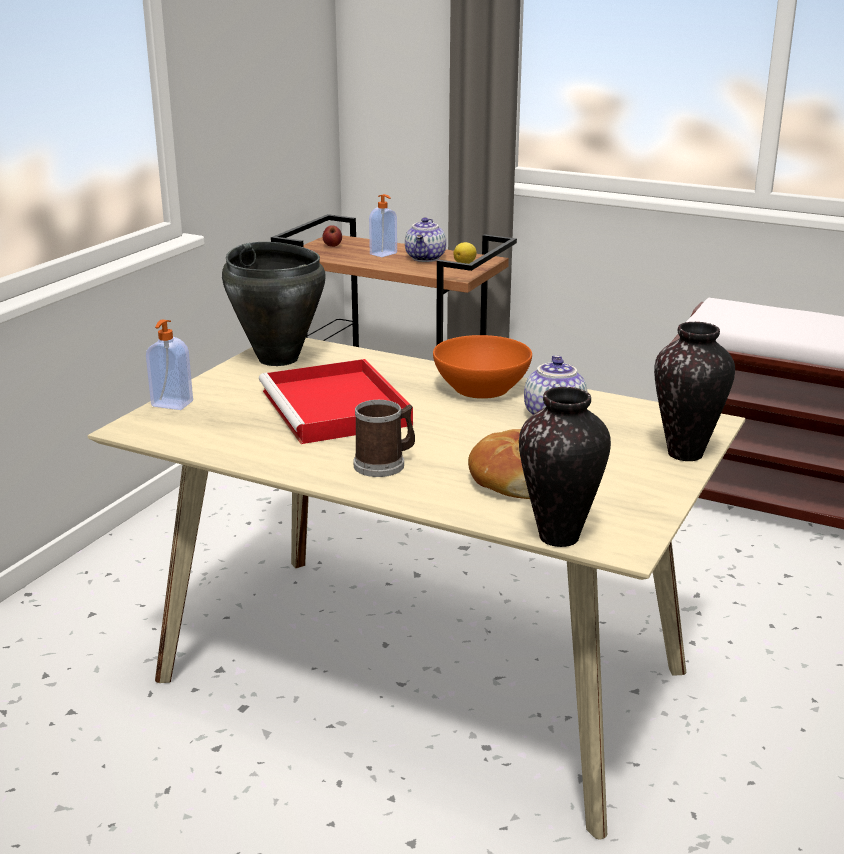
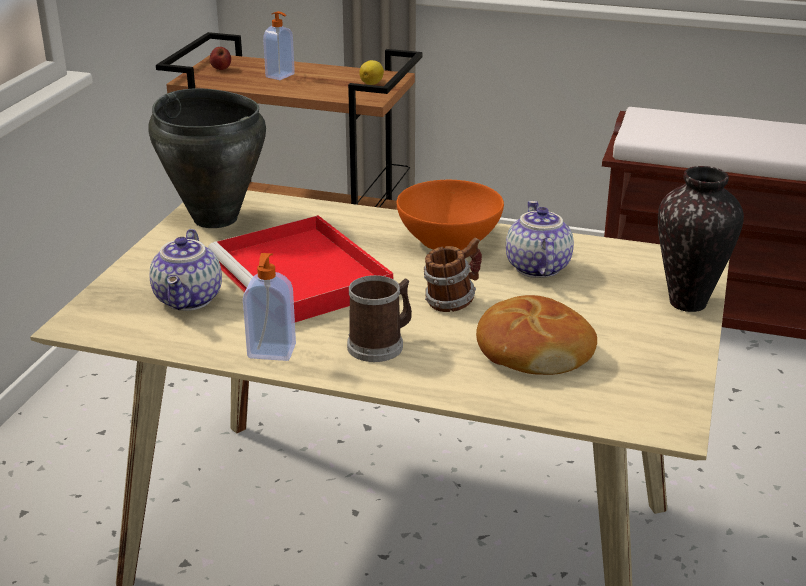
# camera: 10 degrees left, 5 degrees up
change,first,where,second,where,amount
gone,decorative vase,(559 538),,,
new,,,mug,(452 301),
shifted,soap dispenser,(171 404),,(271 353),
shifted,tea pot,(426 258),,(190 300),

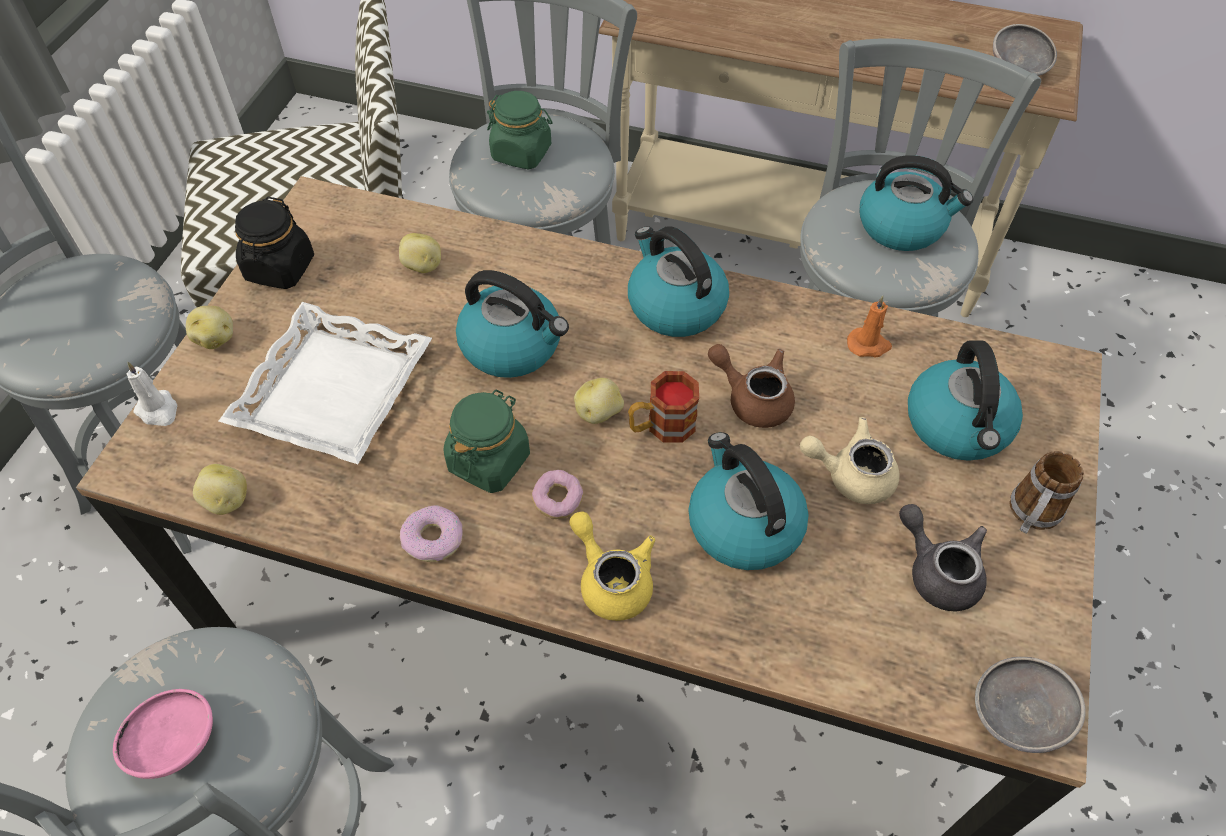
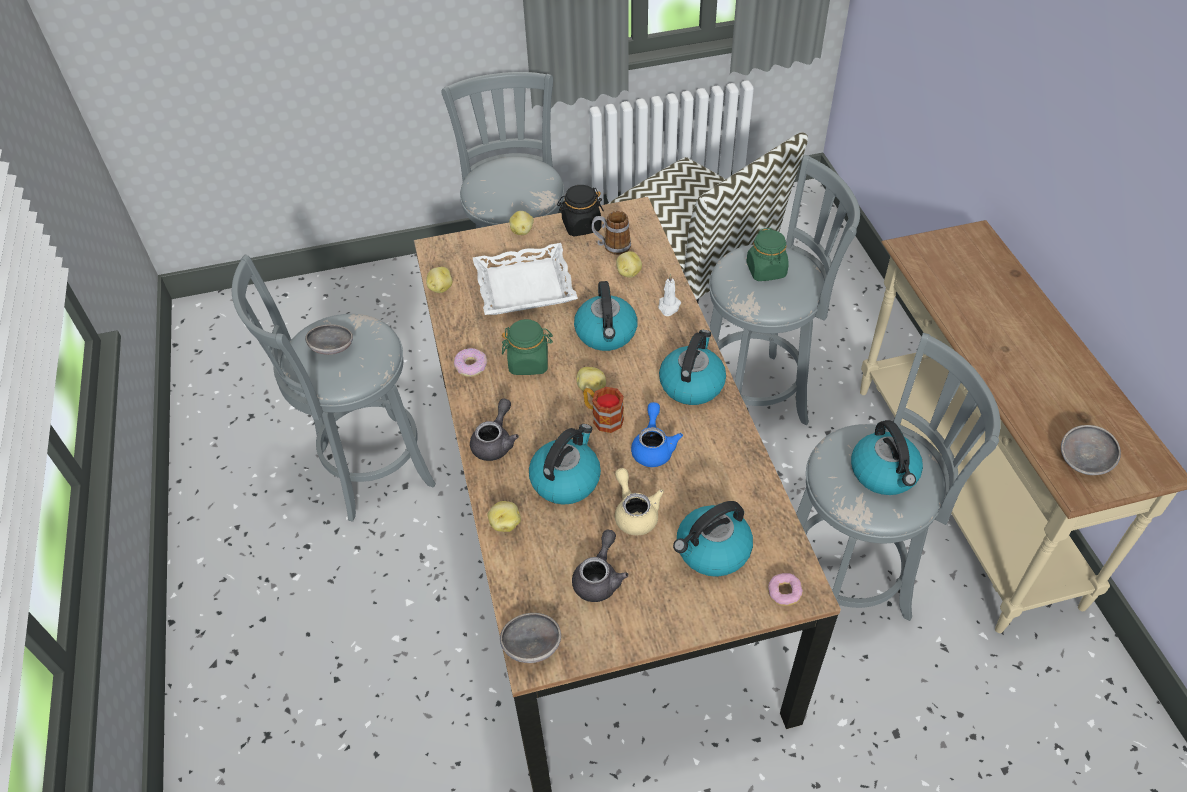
# camera: 60 degrees right, 5 degrees down
change,first,where,second,where,amount
gone,orange-coloured candle,(869 345),,,
new,,,spud,(505 523),
shifted,whitish candle,(158 410),,(669 307),
shifted,ring doughnut,(558 500),,(784 593),
shifted,mug,(1030 516),,(611 246),
repainted,pink deep dish,(175 741),gray deep dish,(333 349),
repainted,yellow tea pot,(611 579),gray tea pot,(495 442),
repainted,brown tea pot,(752 398),blue-coloured tea pot,(653 447),

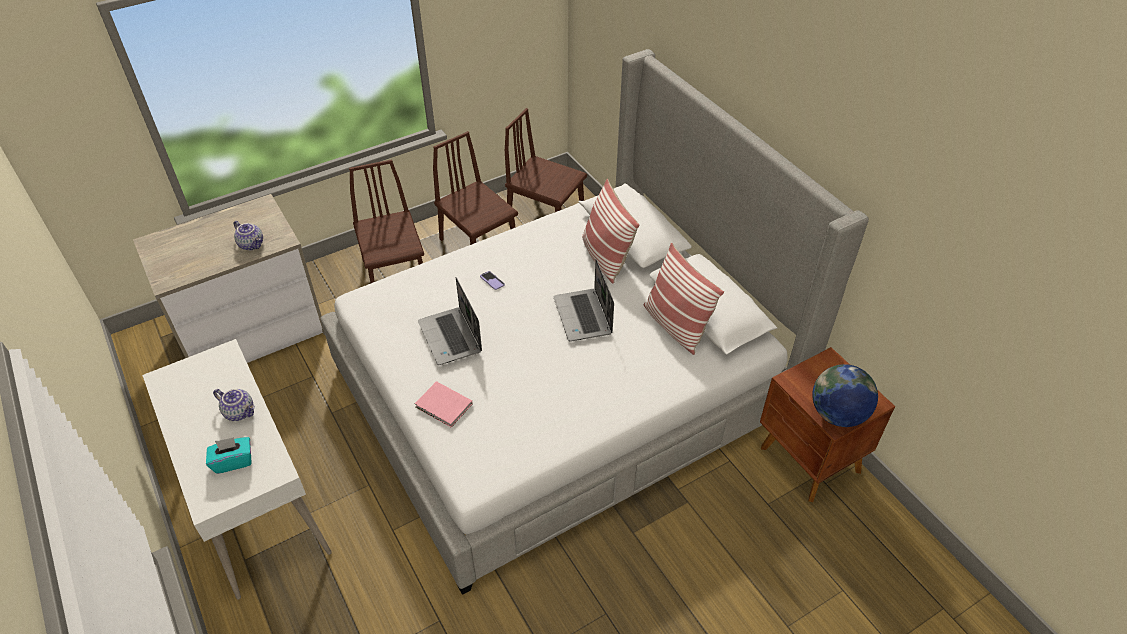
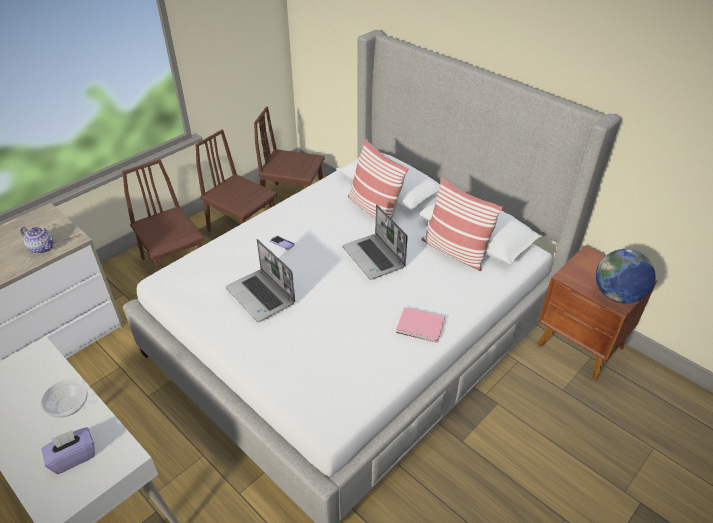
# camera: 15 degrees left, 5 degrees down
change,first,where,second,where,amount
shifted,pink book,(444 406),,(421 327),
swapped,tea pot,(240 412),deep dish,(68 405),
repainted,turquoise-coloured tissue holder,(233 461),purple-coloured tissue holder,(73 457),

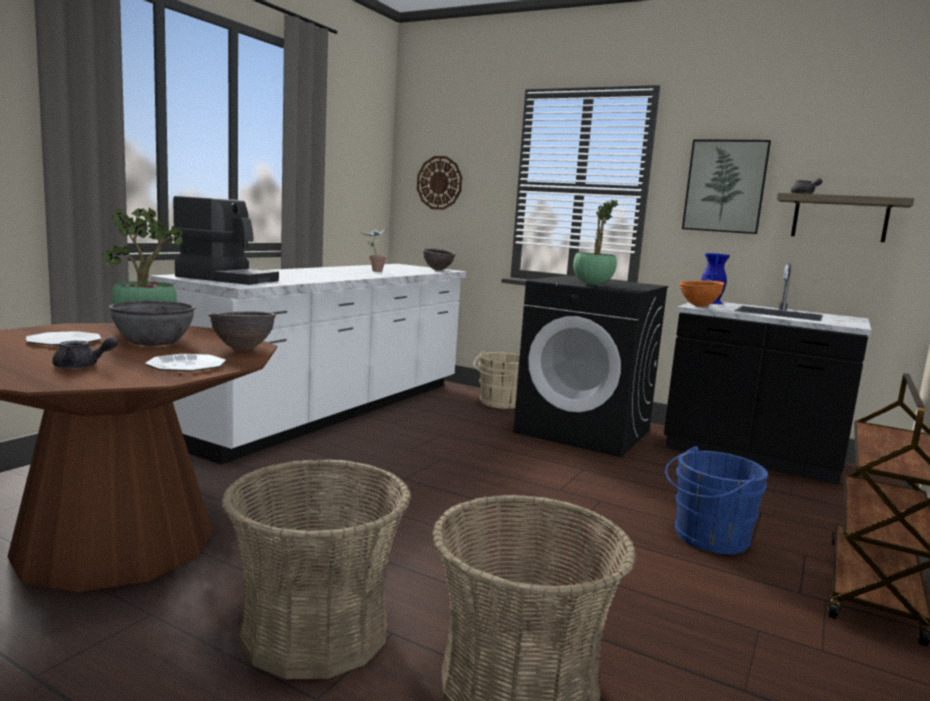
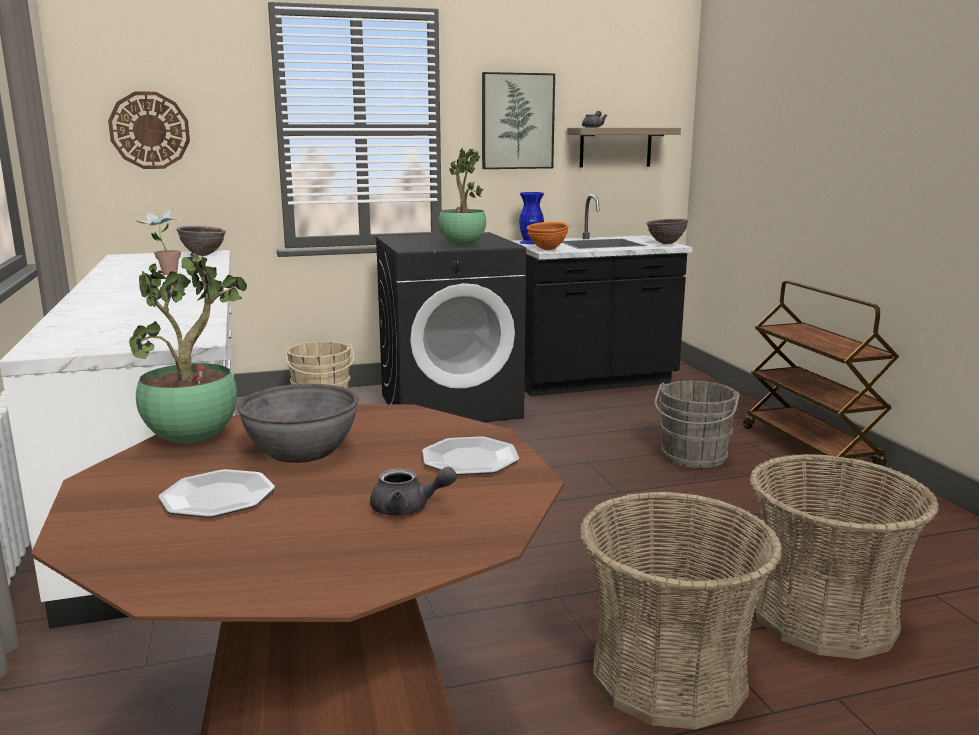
# camera: 45 degrees left, 5 degrees up
change,first,where,second,where,amount
gone,coffee machine,(227 278),,,
shifted,brown deep dish,(242 349),,(666 243),
repainted,blue-coloured bucket,(707 538),gray bucket,(693 457),
rotated,gray tea pot,(82 366),,(408 508),60 degrees clockwise

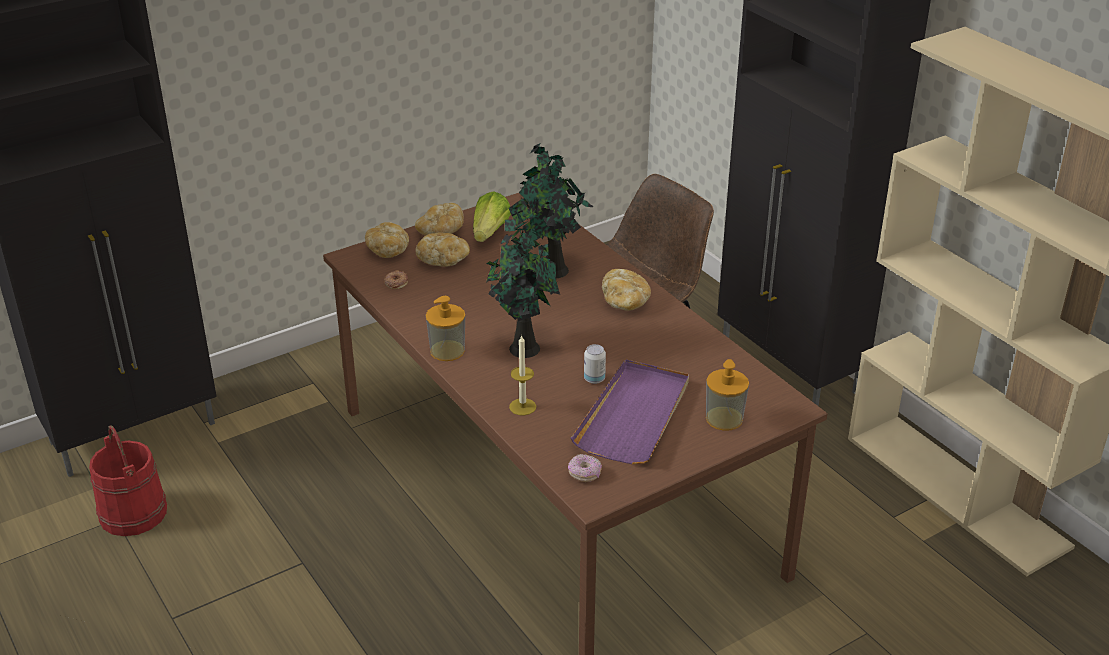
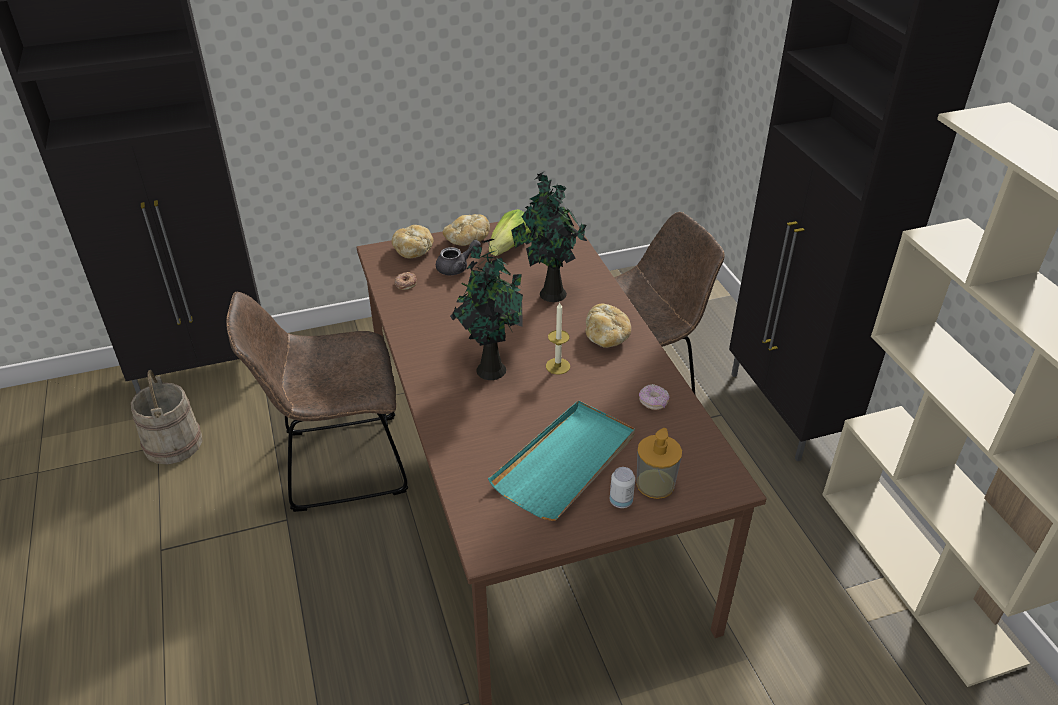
# camera: 15 degrees right, 5 degrees up
change,first,where,second,where,amount
gone,soap dispenser,(447 351),,,
new,,,brown plain chair,(337 464),
shifted,candle,(522 407),,(557 366),
shifted,ring doughnut,(584 474),,(653 402),
shifted,metal can,(594 379),,(621 501),
swapped,baked bread,(443 260),gray tea pot,(457 267),
repainted,red-coloured bucket,(133 513),sand-coloured bucket,(173 443),
repainted,purple-coloured serving tray,(634 415),turquoise-coloured serving tray,(566 463),

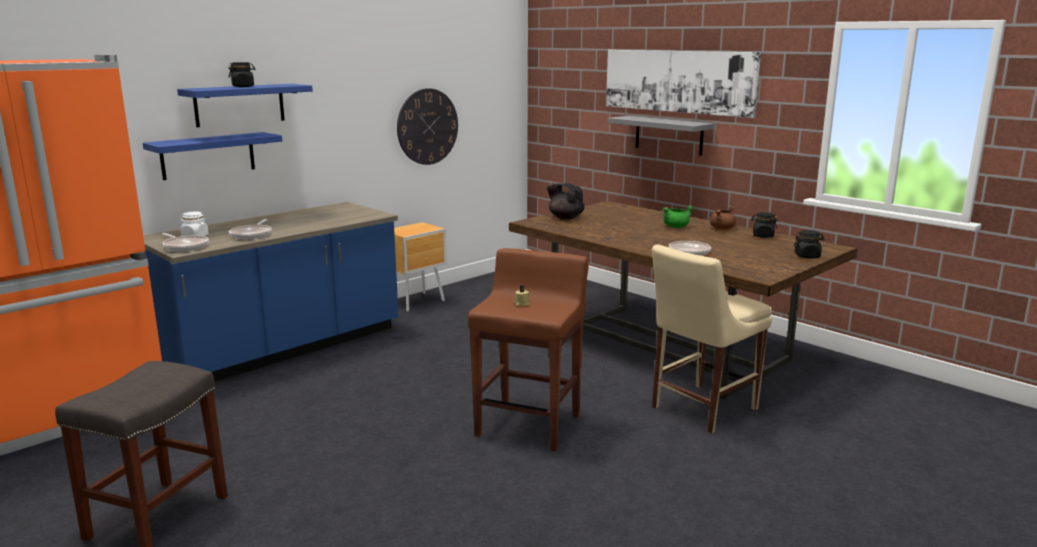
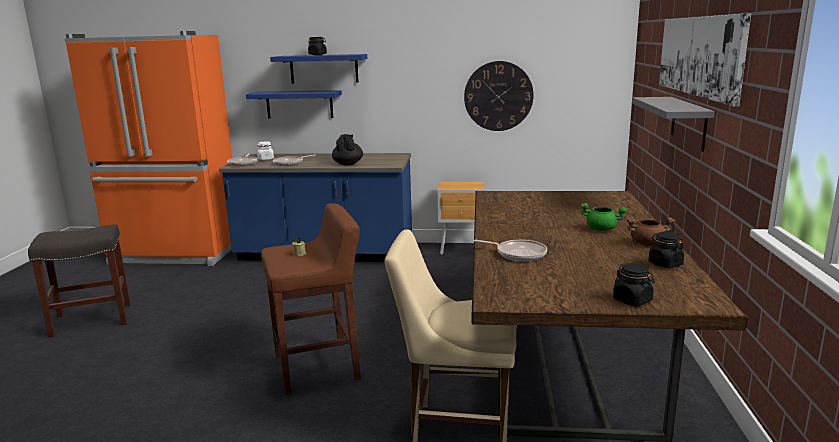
# camera: 50 degrees right, 0 degrees up
change,first,where,second,where,amount
shifted,blackish tea pot,(565 218),,(348 164),

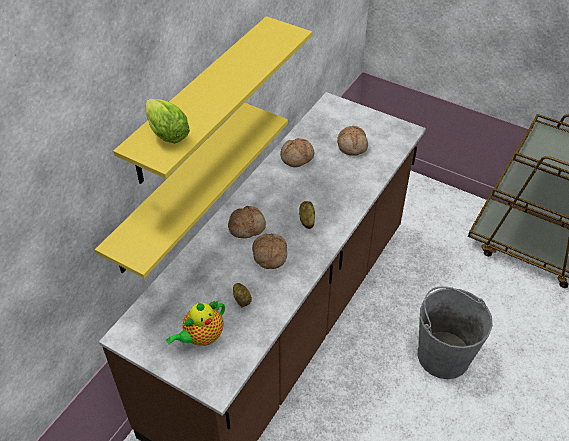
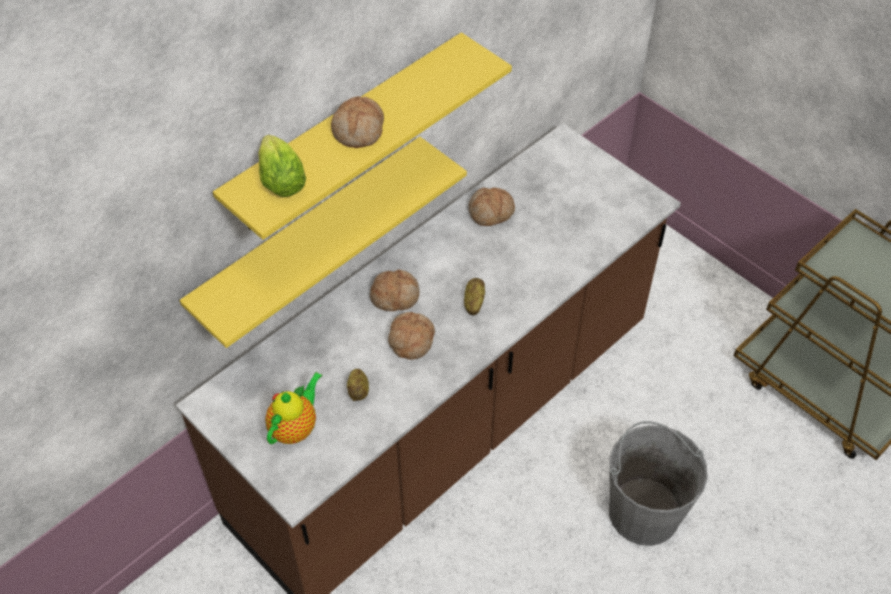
# camera: 15 degrees right, 5 degrees up
change,first,where,second,where,amount
shifted,baked bread,(352 145),,(359 130),
rotated,tea pot,(201 337),,(295 427),150 degrees clockwise

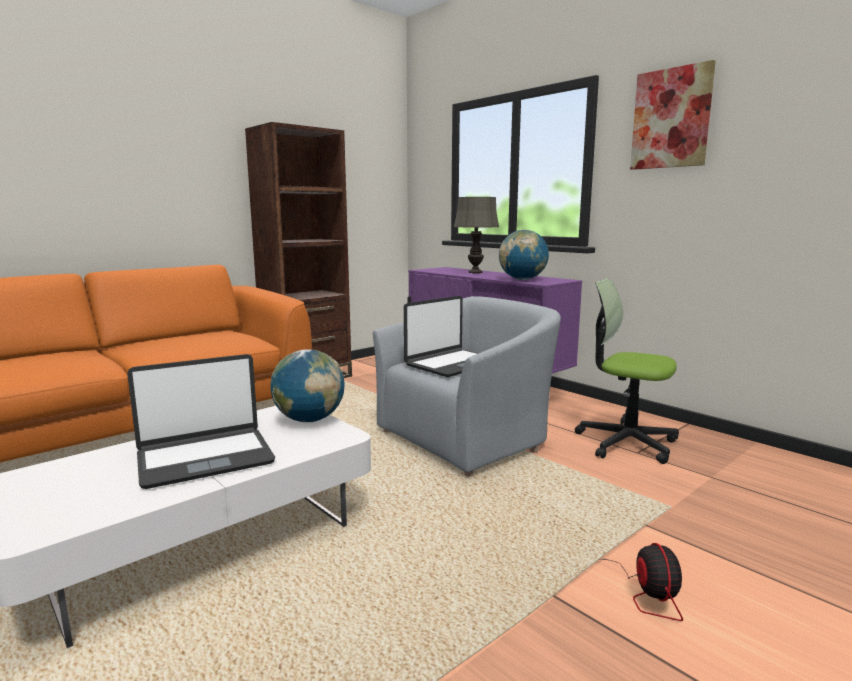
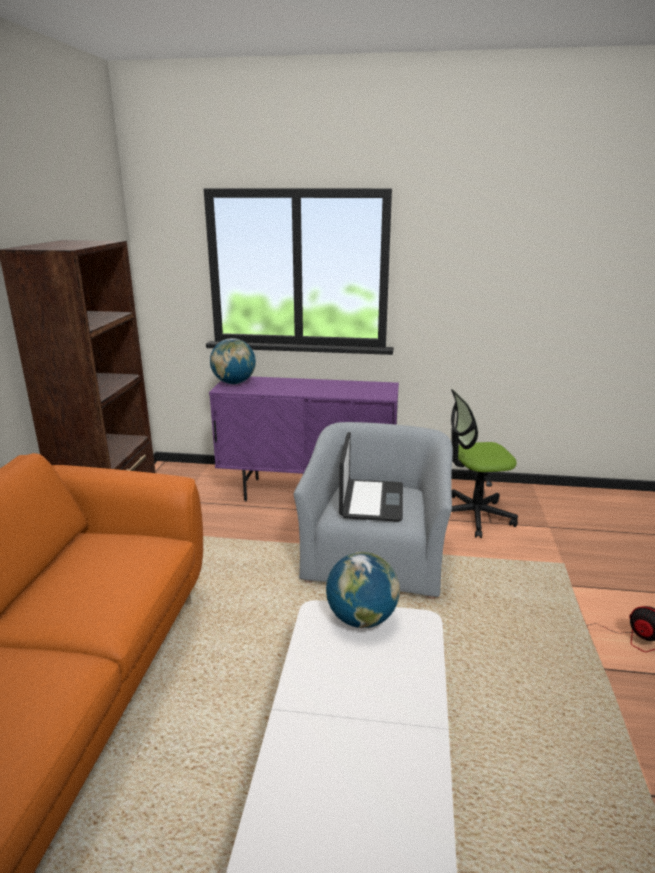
# camera: 40 degrees left, 10 degrees up
change,first,where,second,where,amount
gone,notebook computer,(205 458),,,
gone,gray lamp for a table,(475 272),,,
gone,picture,(671 118),,,
shifted,world globe,(522 279),,(234 383),

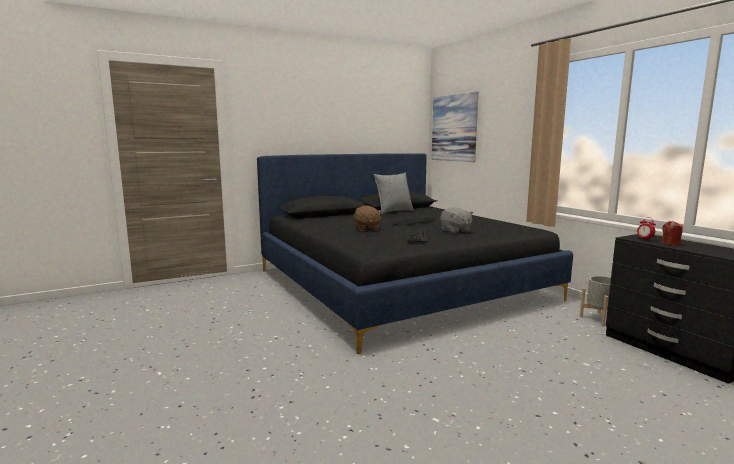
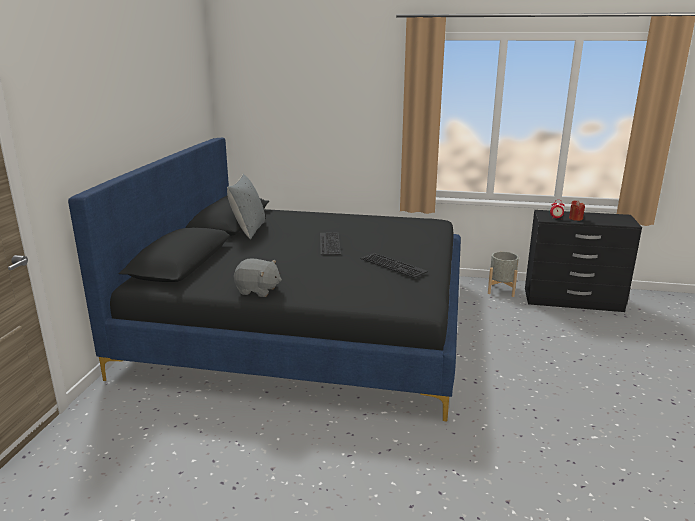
# camera: 50 degrees left, 10 degrees up
change,first,where,second,where,amount
gone,brown plush toy,(366 229),,,
gone,picture,(454 128),,,
shifted,gray plush toy,(455 231),,(258 290),

